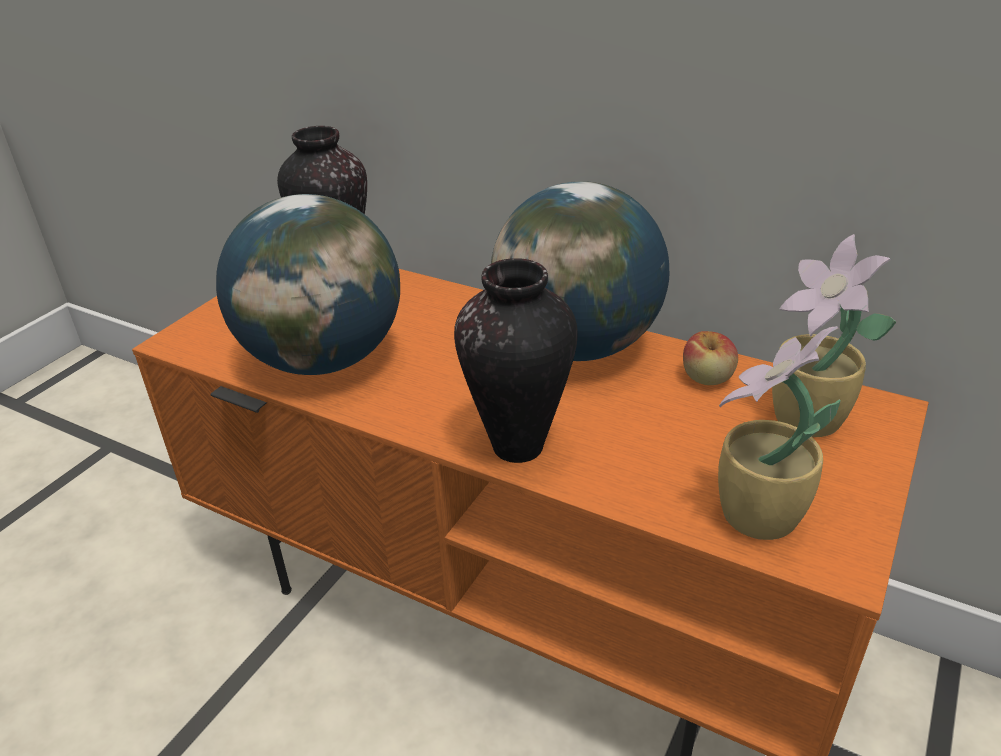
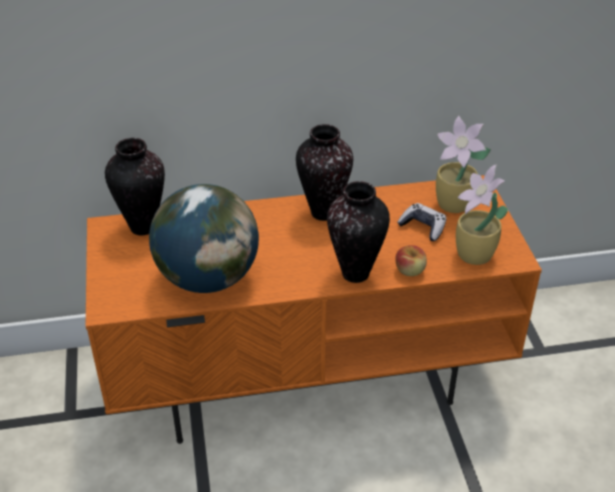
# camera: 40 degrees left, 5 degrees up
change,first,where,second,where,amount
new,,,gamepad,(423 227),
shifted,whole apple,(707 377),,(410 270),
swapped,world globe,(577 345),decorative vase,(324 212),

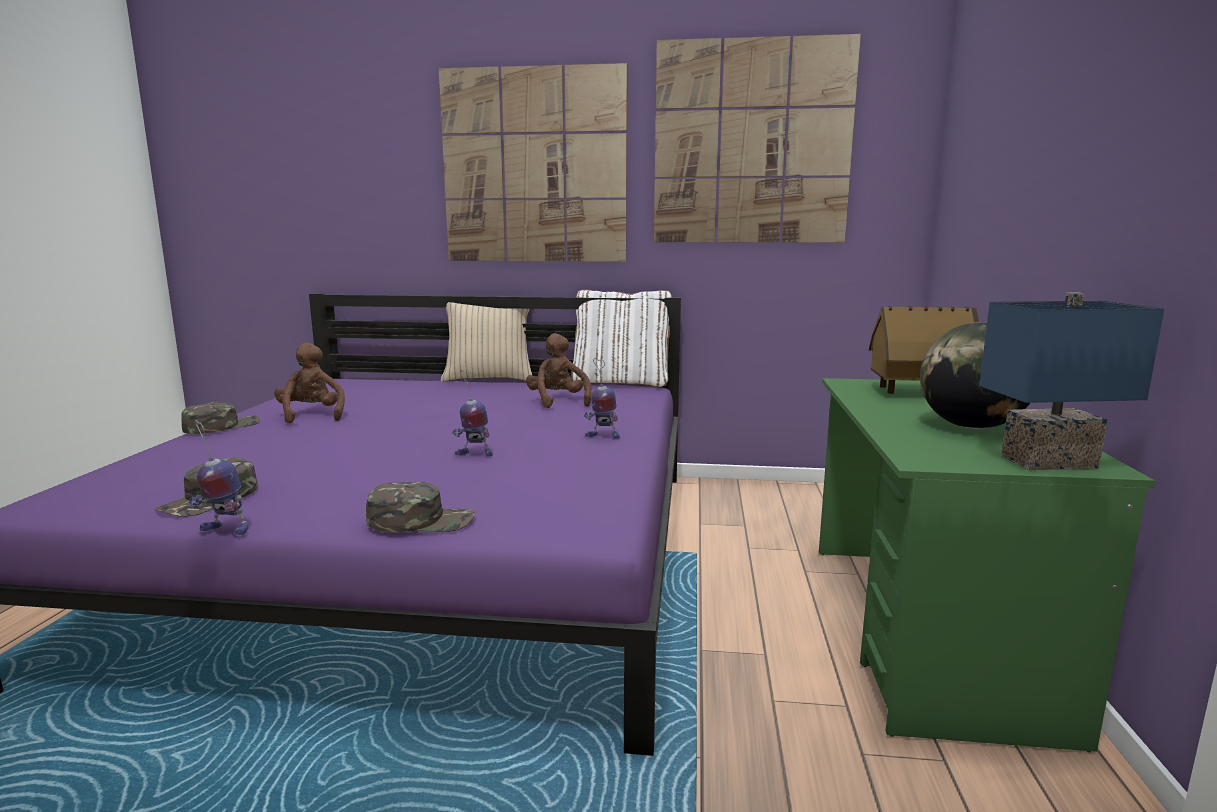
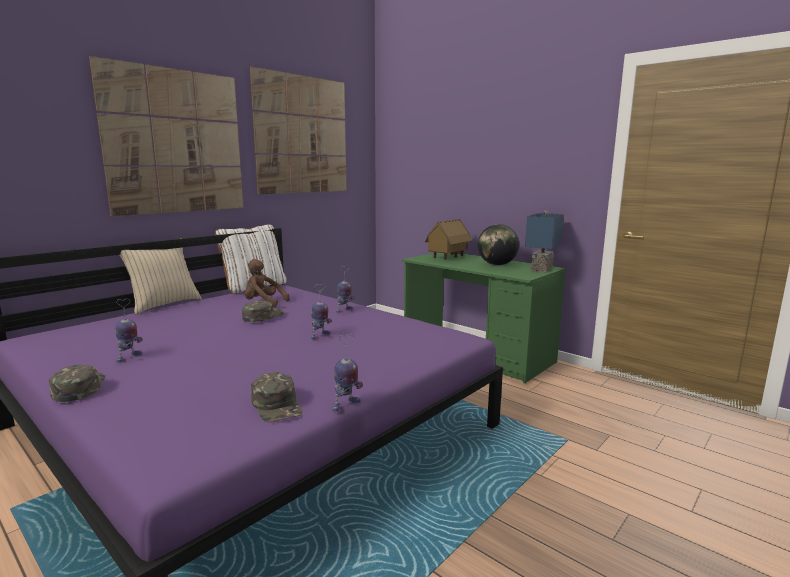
# camera: 55 degrees left, 0 degrees up
change,first,where,second,where,amount
shifted,greenish peaked cap,(421 520),,(263 316),
swapped,brown plush toy,(312 415),model robot,(128 358),

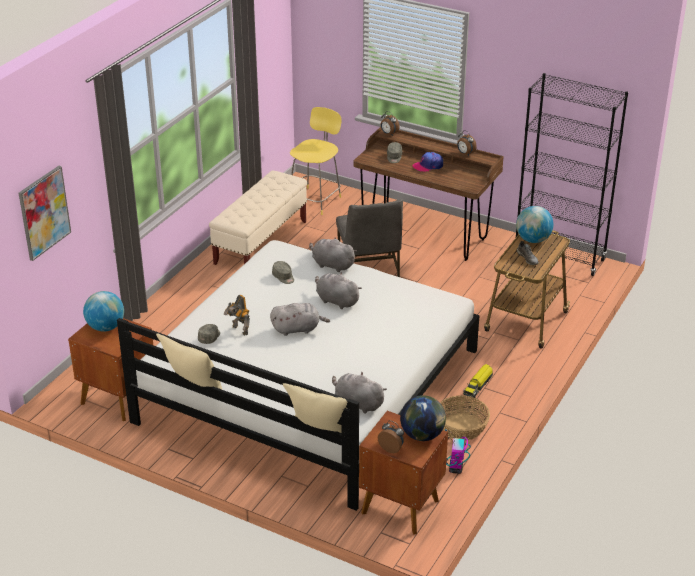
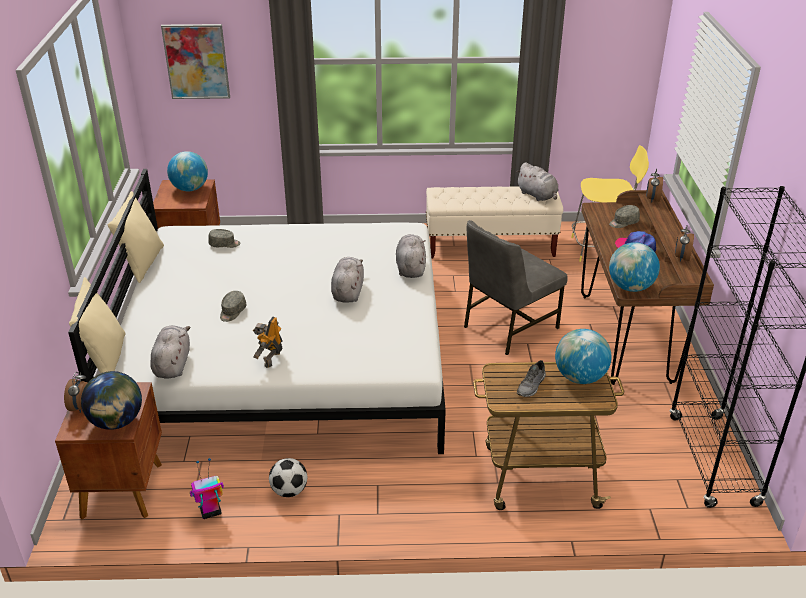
# camera: 60 degrees right, 0 degrees up
change,first,where,second,where,amount
gone,model truck,(478 385),,,
new,,,world globe,(630 287),
shifted,model robot,(239 330),,(270 359),
shifted,gray plush toy,(297 329),,(538 195),
shifted,gray peaked cap,(283 277),,(232 312),
swapped,household basket,(461 427),football ball,(289 491),

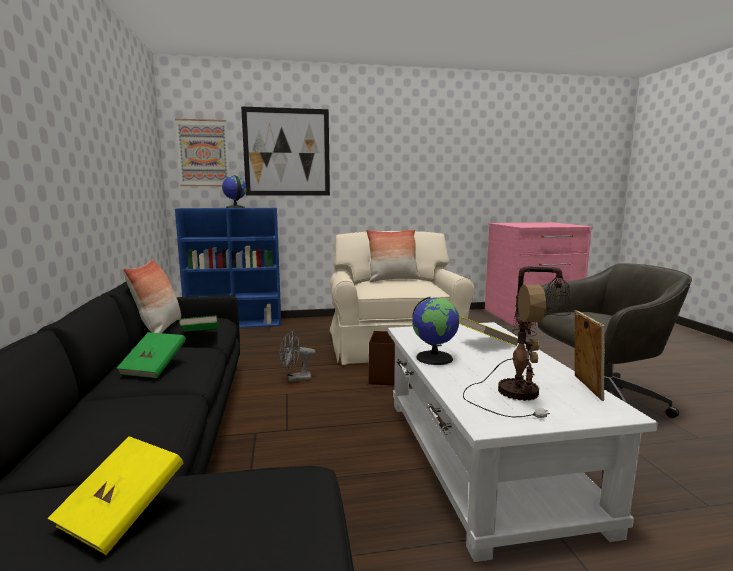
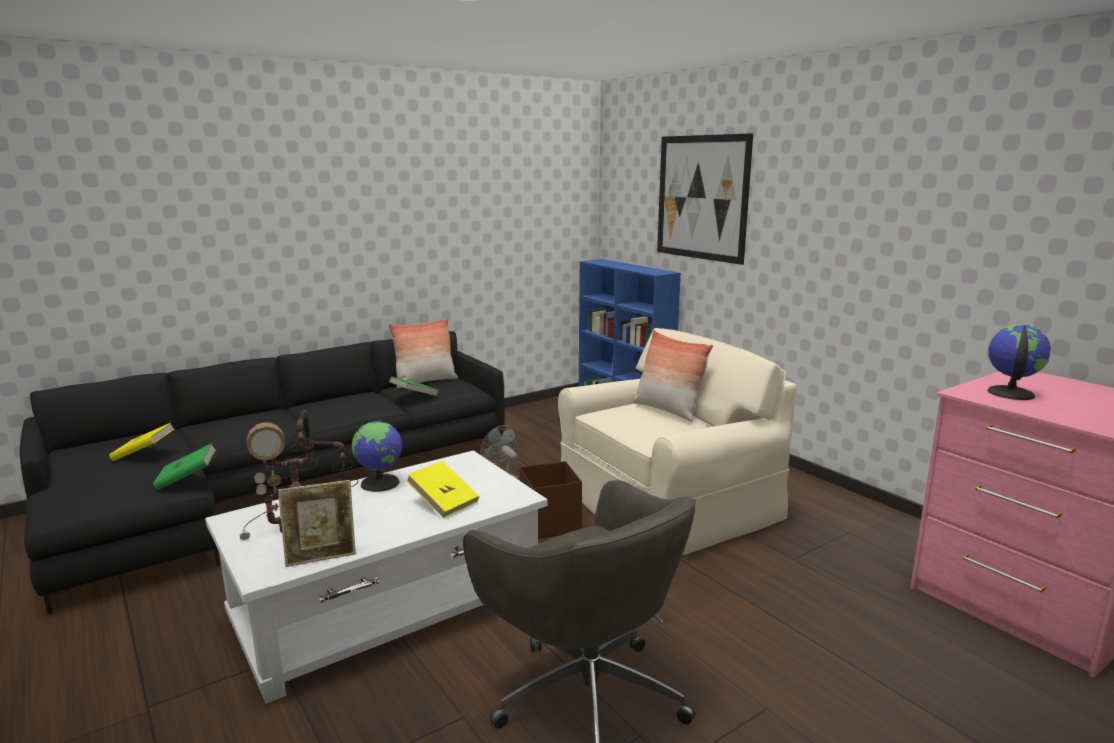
# camera: 65 degrees right, 5 degrees up
change,first,where,second,where,amount
gone,picture,(203 153),,,
shifted,greenish book,(154 368),,(187 479),
shifted,world globe,(235 207),,(1009 393),

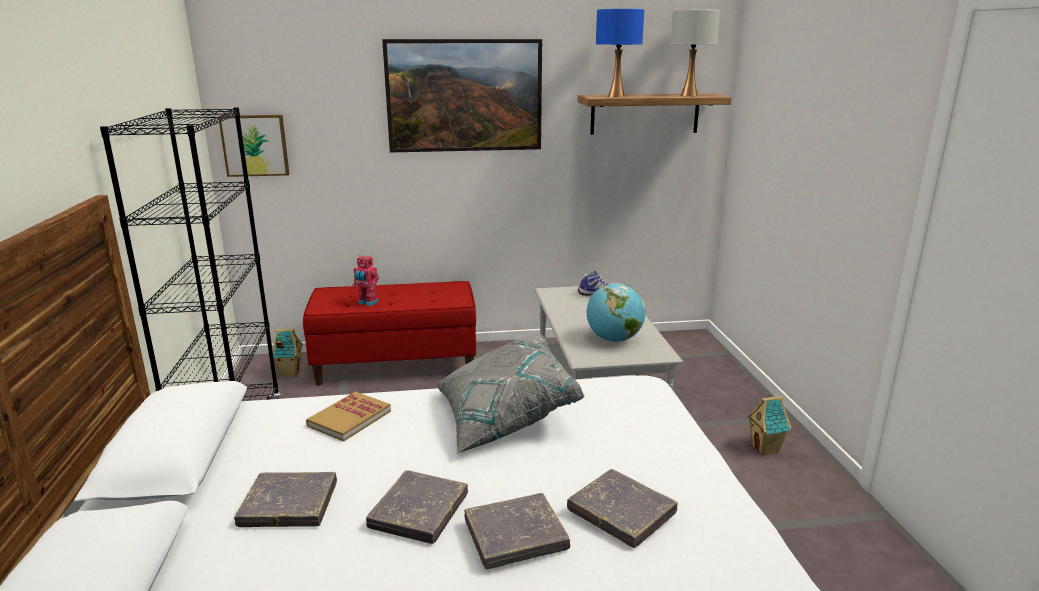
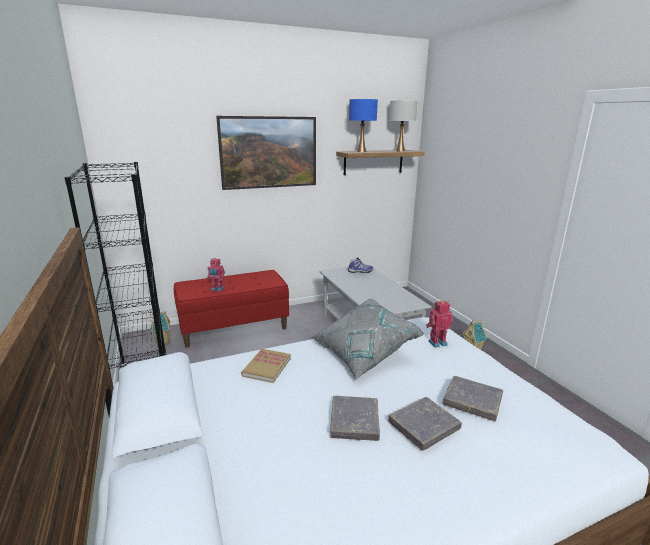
# camera: 15 degrees left, 0 degrees up
change,first,where,second,where,amount
gone,picture,(255 145),,,
gone,gray book,(289 505),,,
gone,world globe,(614 340),,,
new,,,model robot,(437 342),

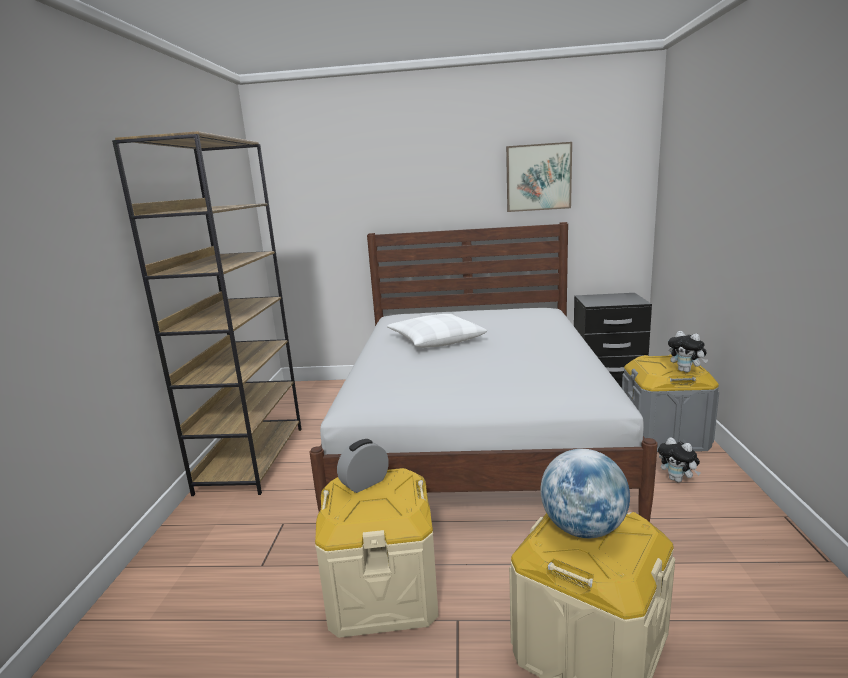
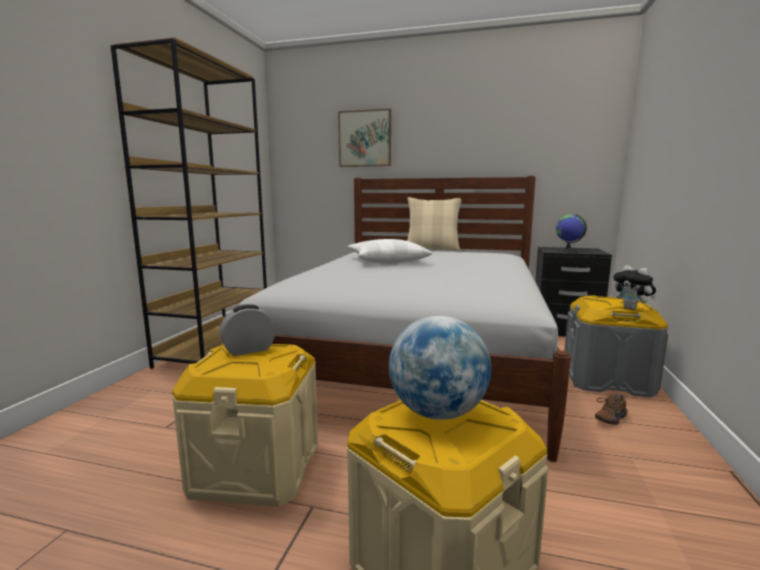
# camera: 10 degrees right, 5 degrees down
change,first,where,second,where,amount
new,,,sand-coloured throw pillow,(432 249),
new,,,world globe,(568 250),
shifted,picture,(538 177),,(365 139),
swapped,plush toy,(677 479),brown item of footwear,(609 418),

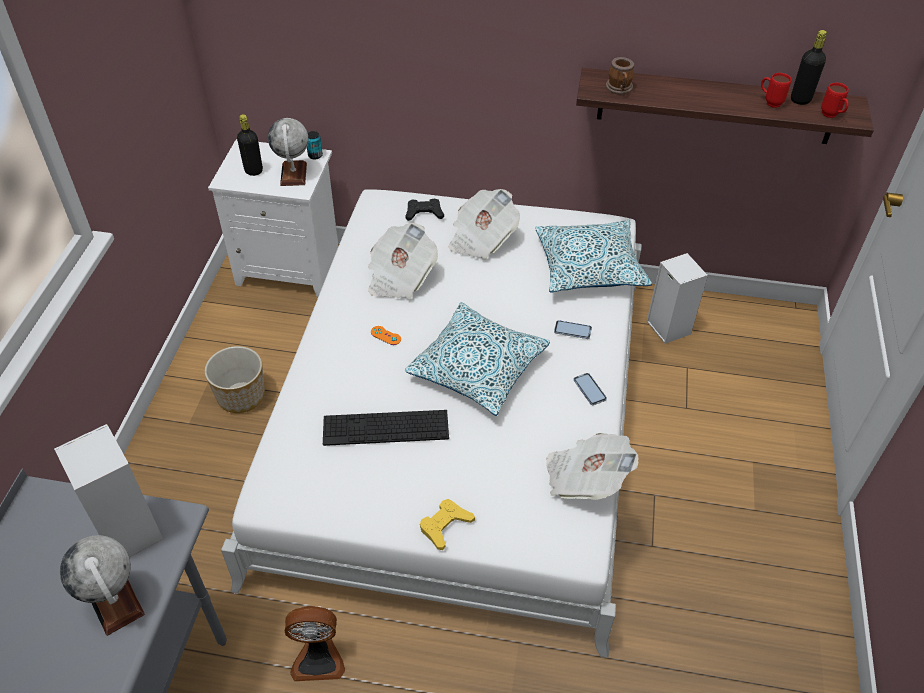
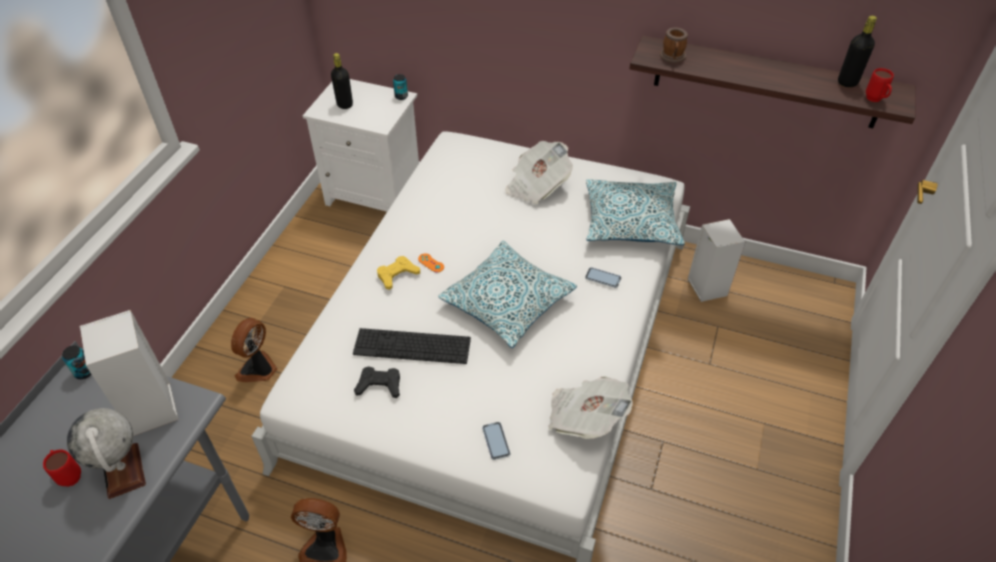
# camera: 10 degrees right, 0 degrees up
change,first,where,second,where,amount
gone,flower pot,(240 396),,,
gone,world globe,(293 174),,,
gone,printed paper,(400 277),,,
new,,,metal can,(84 372),
new,,,fan,(259 369),
shifted,blackish gamepad,(424 213),,(379 385),
shifted,yellow gamepad,(445 526),,(397 275),
shifted,phone,(589 389),,(496 441),
shifted,red-coloured mug,(769 102),,(69 475),

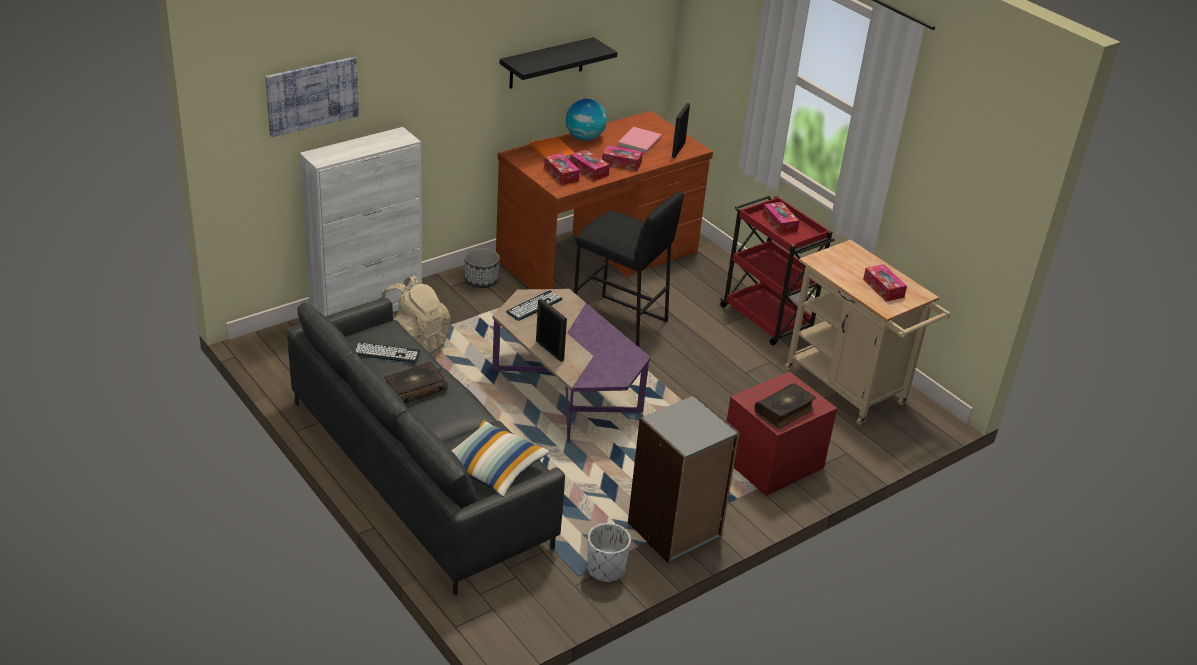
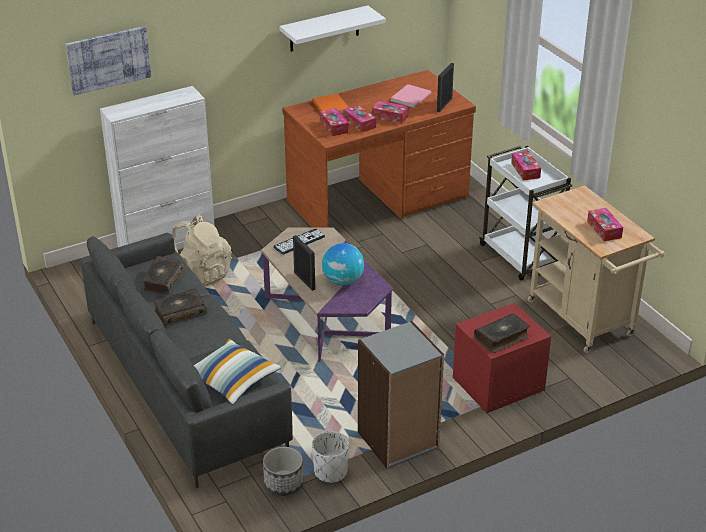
# camera: 10 degrees right, 0 degrees up
change,first,where,second,where,amount
gone,blackish stool,(619 323),,,
shifted,flower pot,(481 280),,(283 484),
shifted,world globe,(584 138),,(343 281),
swapped,keyboard,(386 353),book,(162 280),
repainted,blackish bracket shelf,(546 63),whitish bracket shelf,(324 29),
repainted,red-coloured wheeled cart,(767 320),whitish wheeled cart,(521 257),

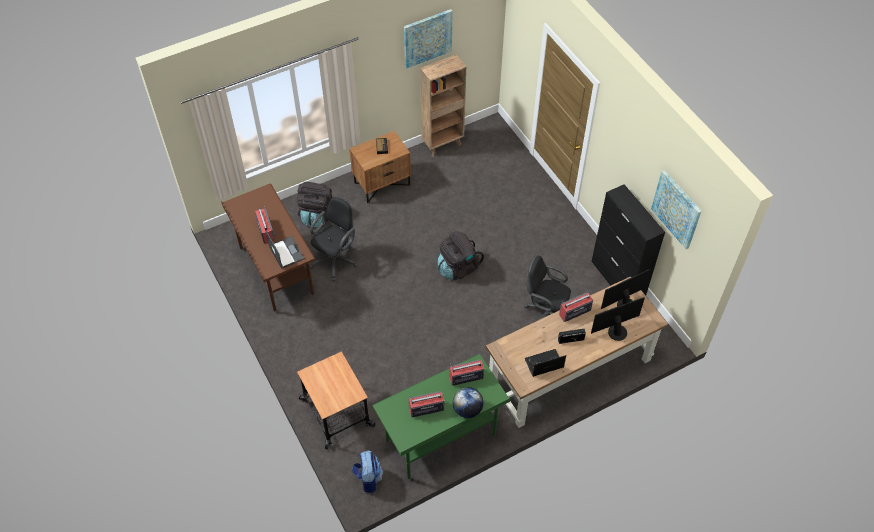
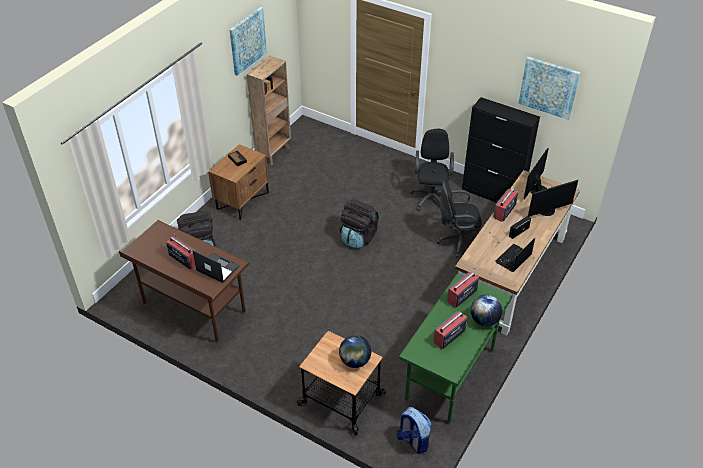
# camera: 30 degrees left, 10 degrees down
change,first,where,second,where,amount
new,,,world globe,(355 361),
shifted,blackish desk chair,(336 259),,(431 196),
rotated,computer display,(616 331),,(547 211),150 degrees counterclockwise

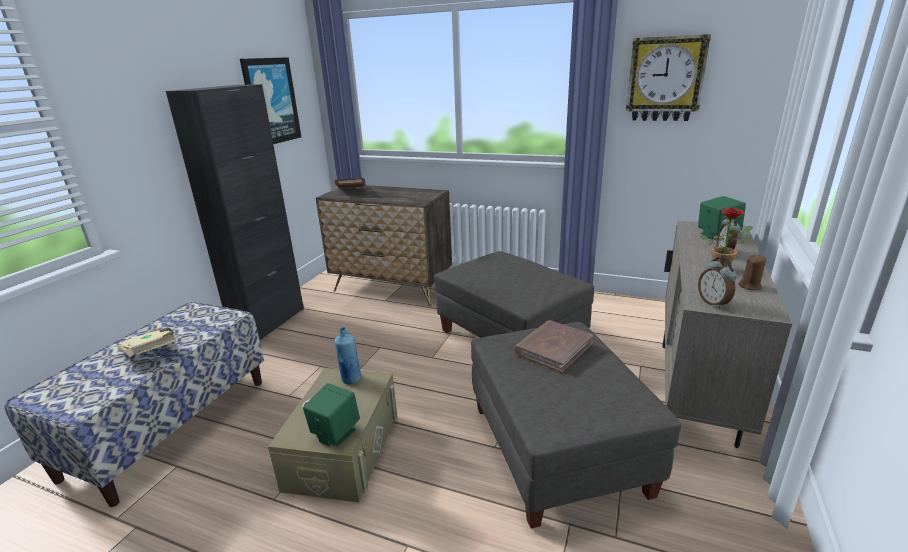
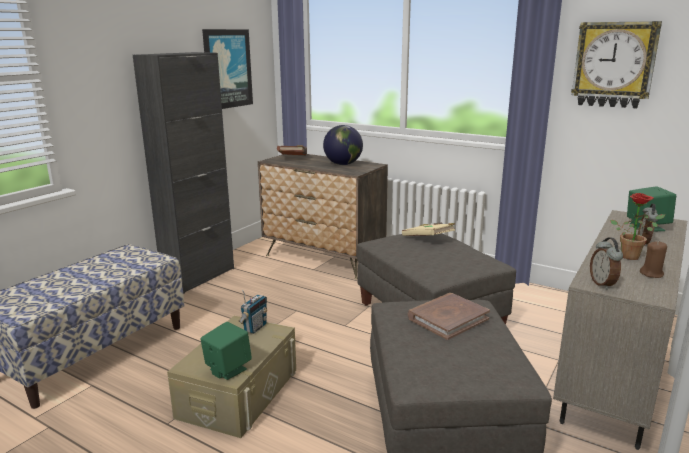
# camera: 10 degrees right, 5 degrees down
change,first,where,second,where,amount
new,,,world globe,(343 164),
shifted,sand-coloured book,(151 353),,(428 239),
swapped,blue-coloured bottle,(351 379),radio set,(255 327),

